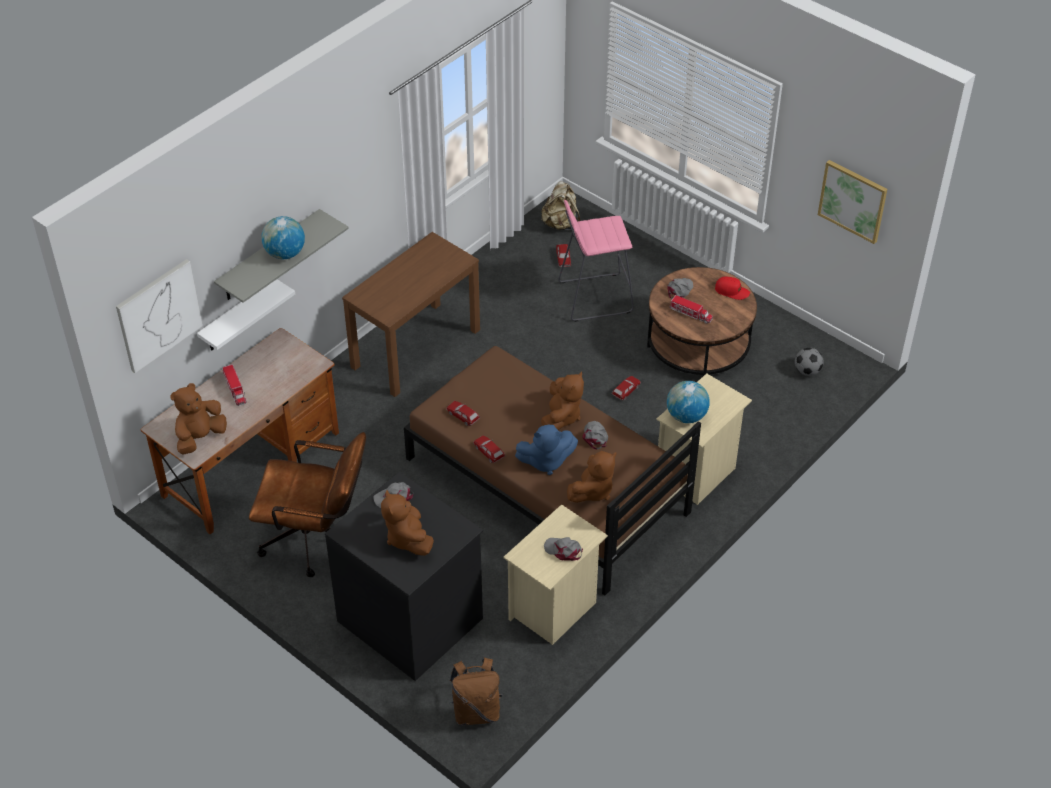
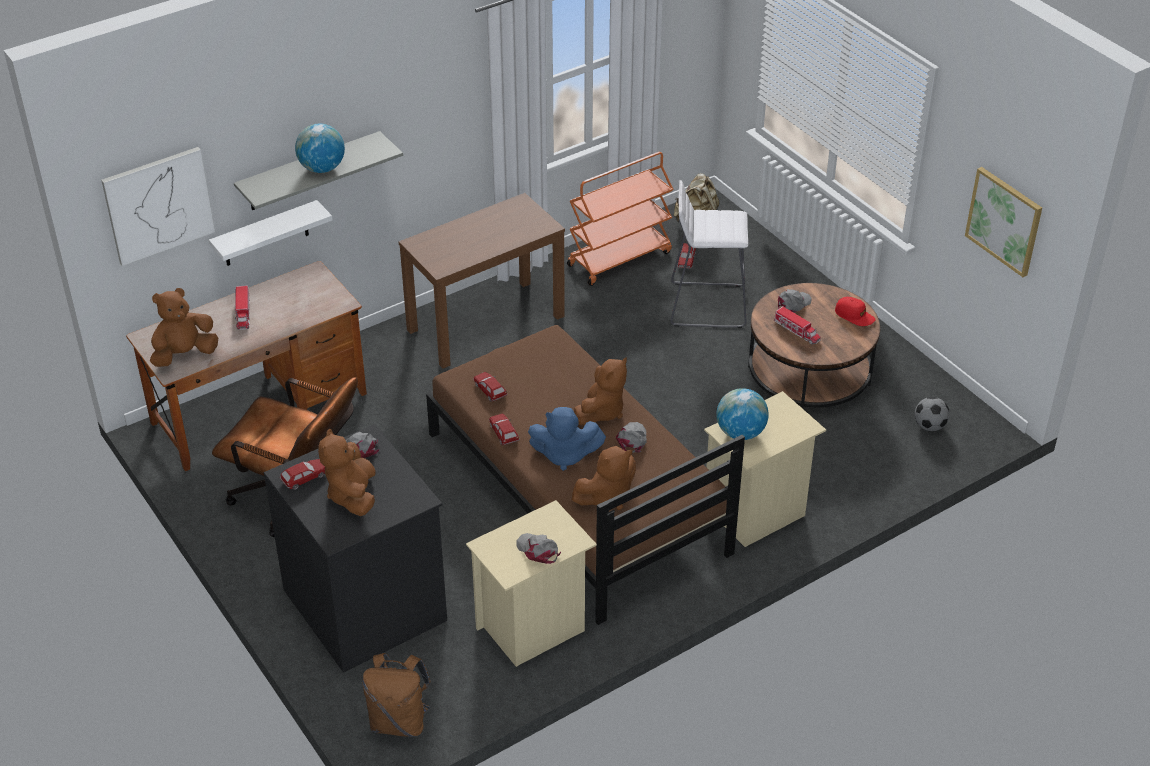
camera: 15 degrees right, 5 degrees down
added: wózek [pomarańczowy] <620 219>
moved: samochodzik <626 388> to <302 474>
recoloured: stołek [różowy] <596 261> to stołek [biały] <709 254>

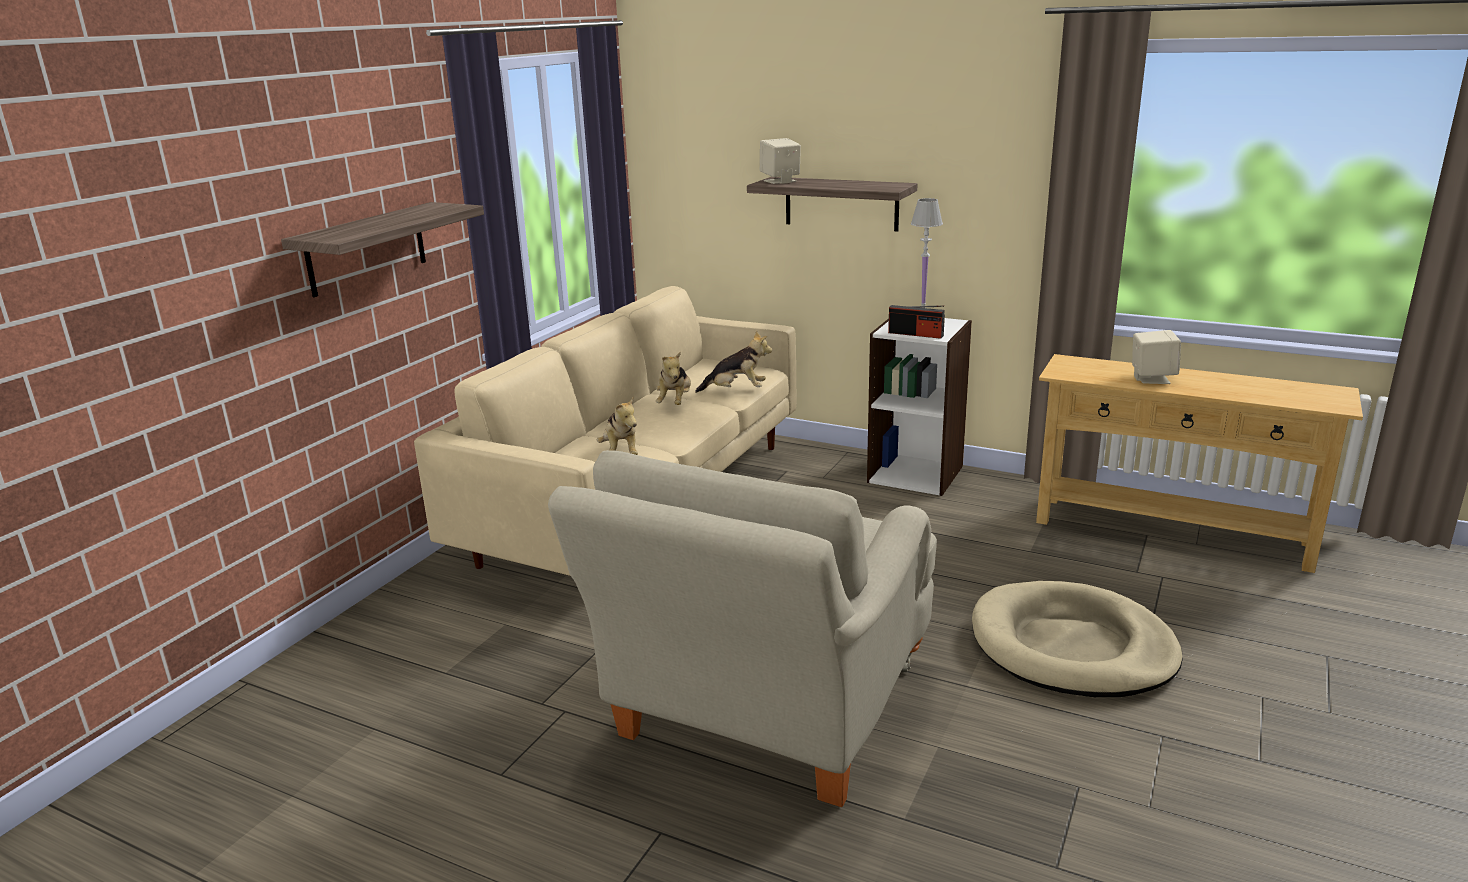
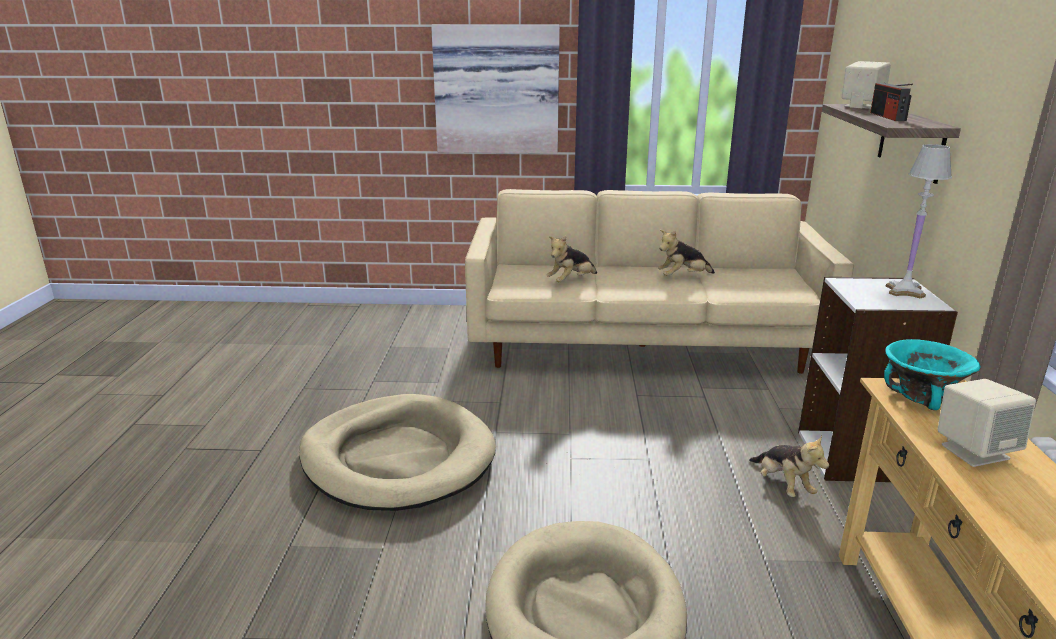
camera: 65 degrees right, 0 degrees up
added: miska [turkusowy] <932 374>
moved: pluszak <733 362> to <789 466>; radio <916 322> to <891 102>
replaced: fotel [beżowy] <742 628> to legowisko [beżowy] <397 452>; półka <382 249> to obraz <495 89>

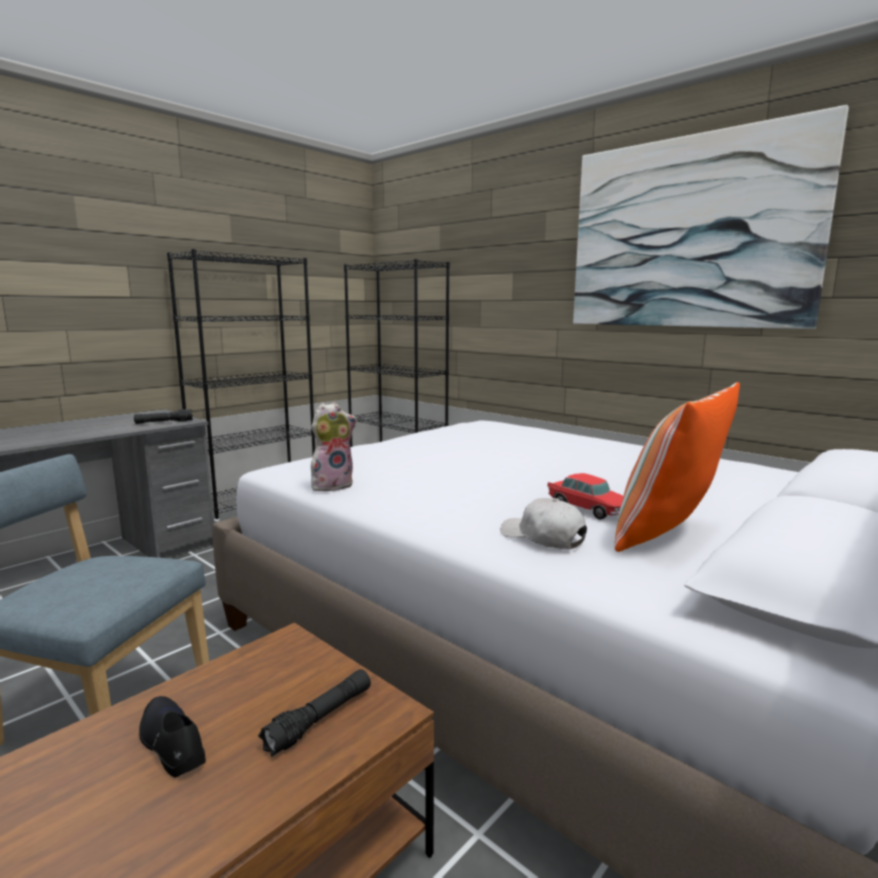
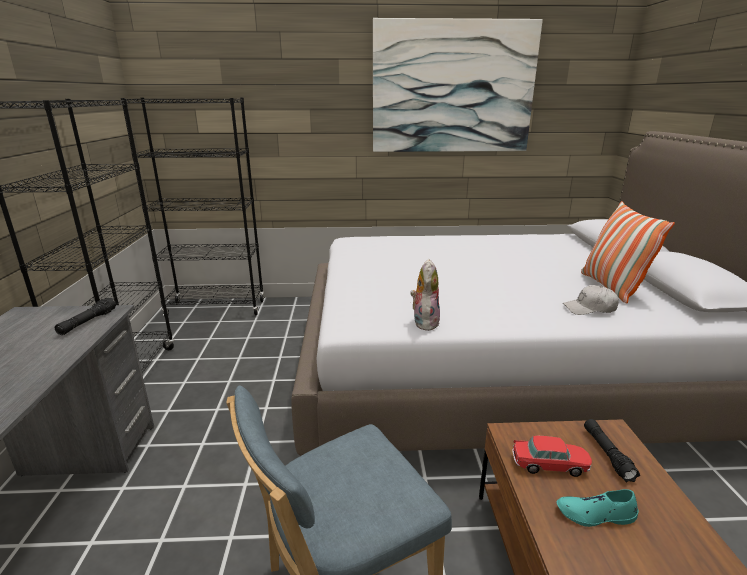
camera: 45 degrees left, 10 degrees up
moved: samochodzik <585 496> to <552 456>
recoloured: but [czarny] <172 737> to but [turkusowy] <598 508>

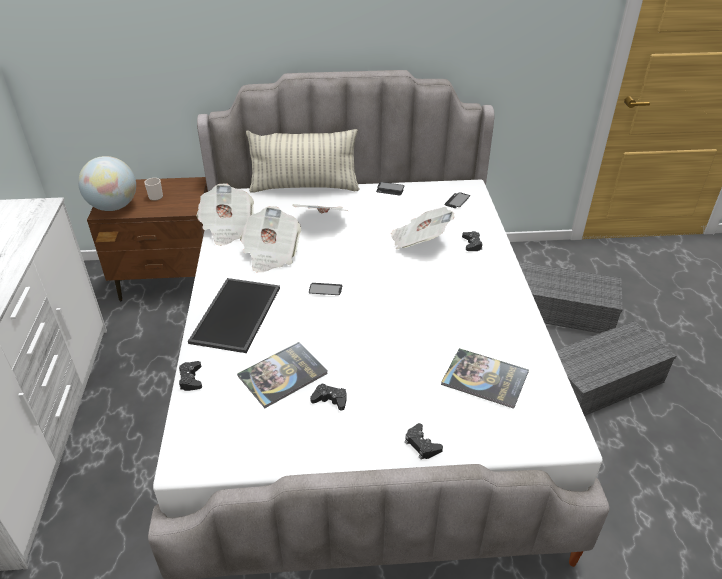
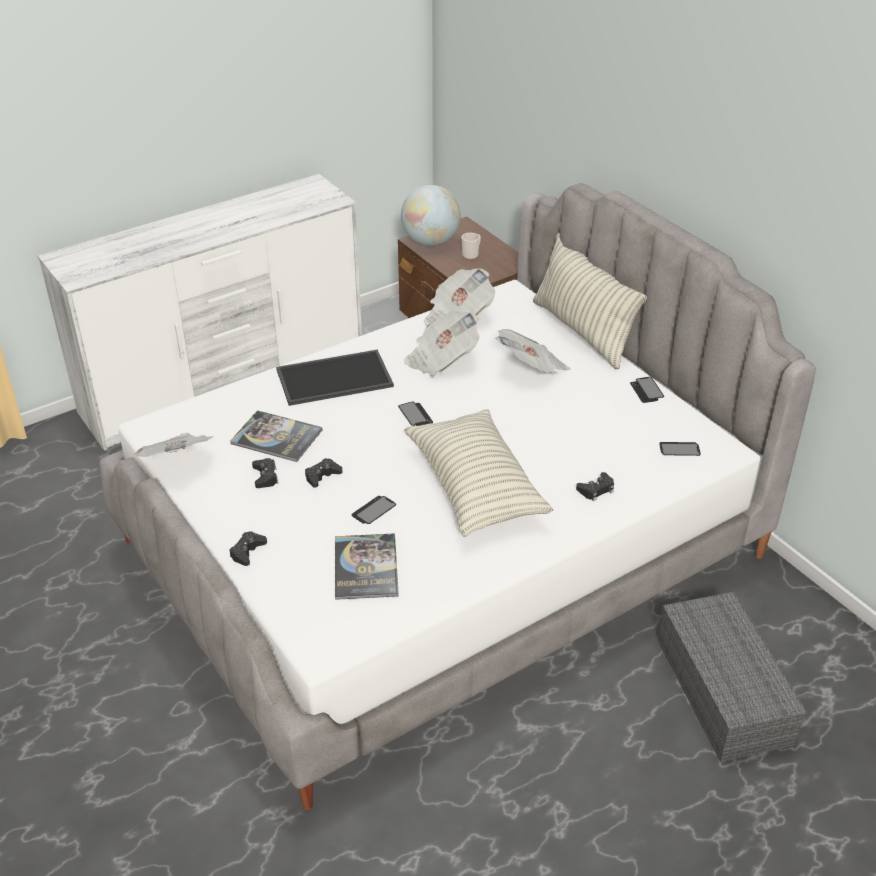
camera: 60 degrees right, 0 degrees up
removed: pojemnik do przechowywania [szary] <616 368>
added: telefon <373 510>; poduszka <478 473>
moved: gazeta <422 228> to <173 445>; pad do gier [czarny] <190 376> to <323 473>

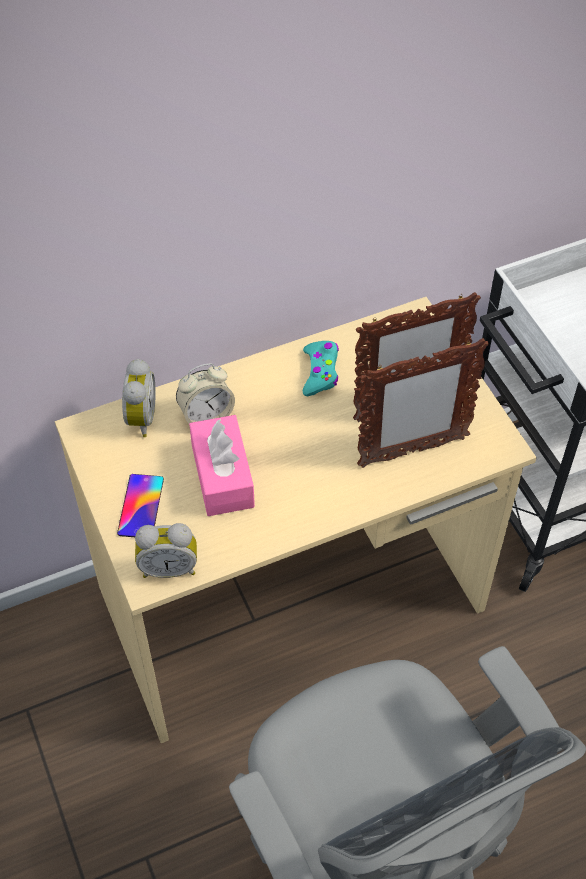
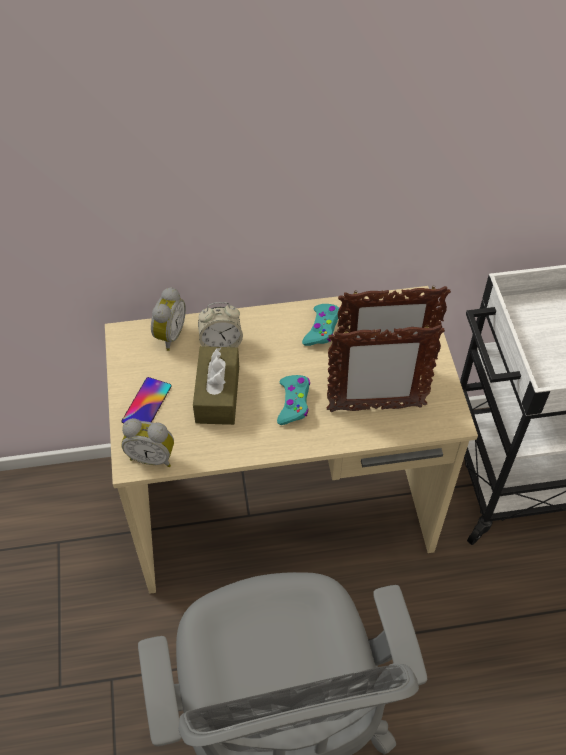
camera: 15 degrees right, 0 degrees up
added: pad do gier [turkusowy] <293 400>
recoloured: pudełko chusteczek [różowy] <222 465> to pudełko chusteczek [brązowy] <216 385>

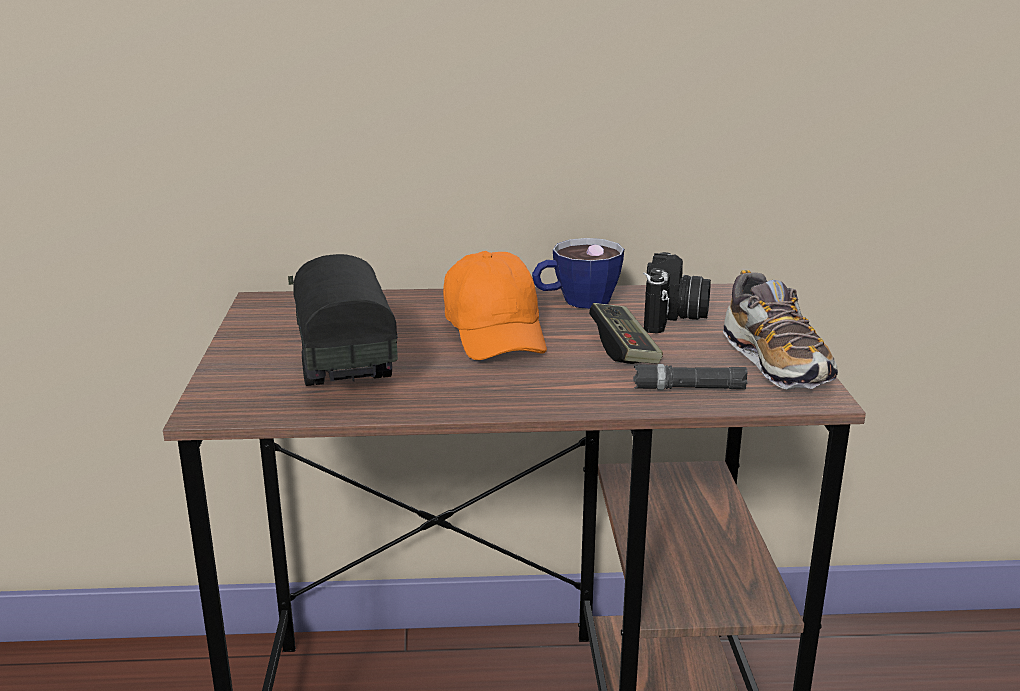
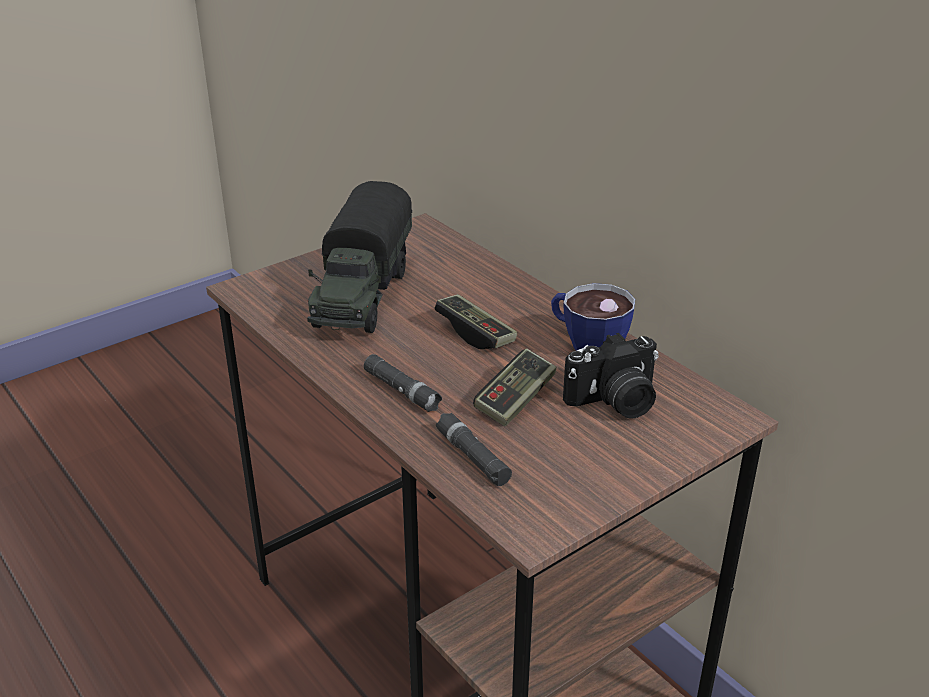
camera: 55 degrees right, 10 degrees up
removed: but <780 329>
added: latarka [czarny] <403 383>
replaced: czapka z daszkiem [pomarańczowy] <495 305> to pad do gier <476 321>
turned: ciężarówka zabawkowa <343 320> = <359 257> 150 degrees clockwise

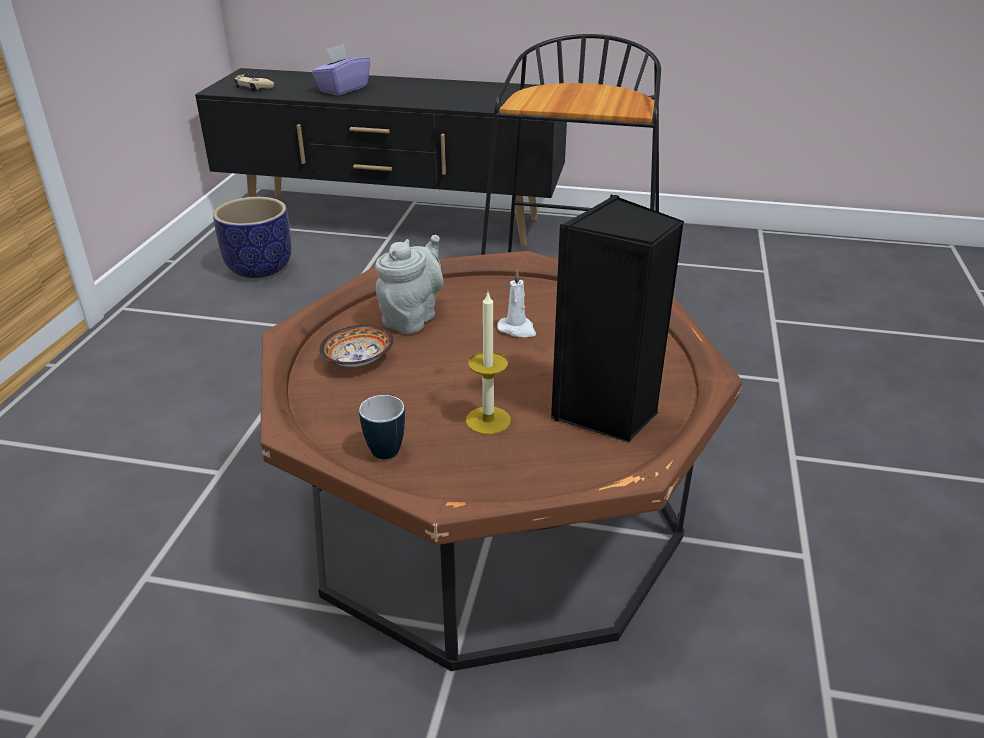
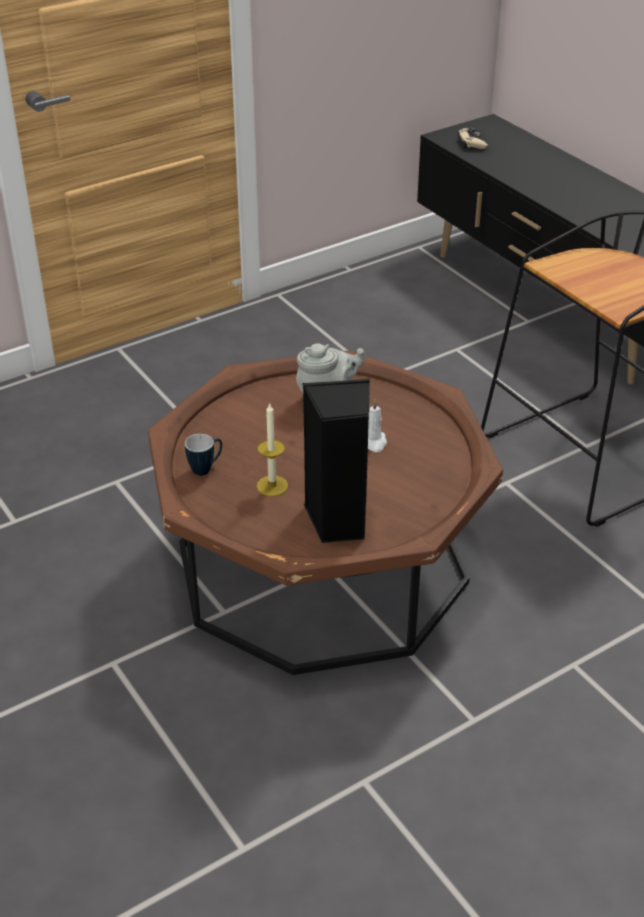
camera: 45 degrees right, 5 degrees up
removed: donica <252 237>; pudełko chusteczek [fioletowy] <341 70>; miska <356 346>

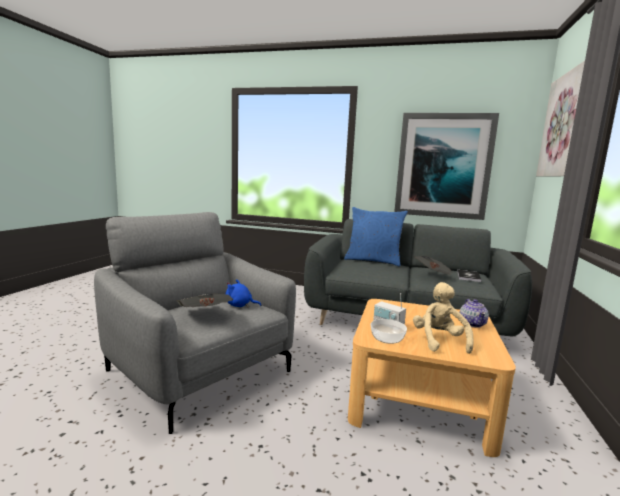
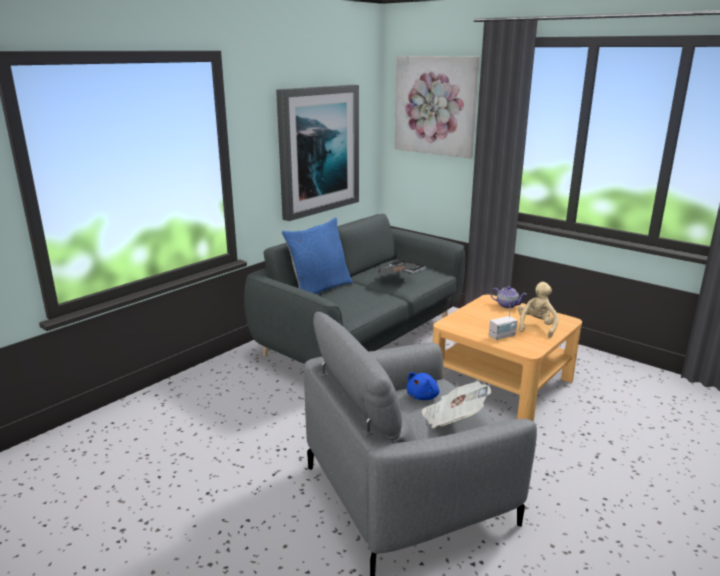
camera: 65 degrees left, 10 degrees up
removed: miska <389 331>
turned: pluszak [beżowy] <443 318> = <538 310> 90 degrees clockwise

